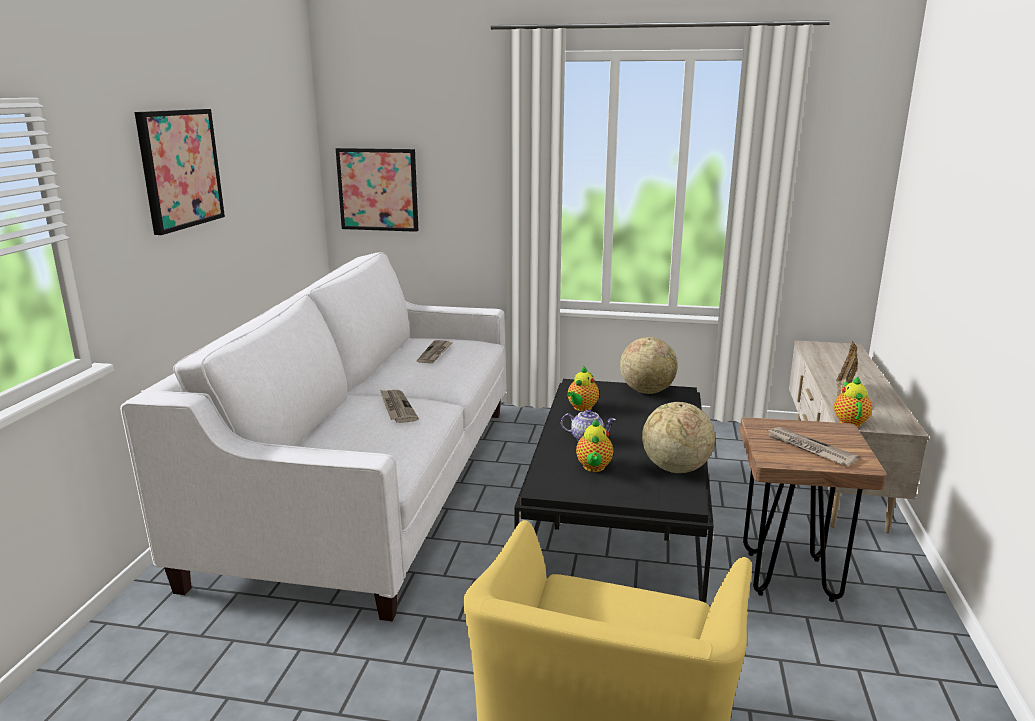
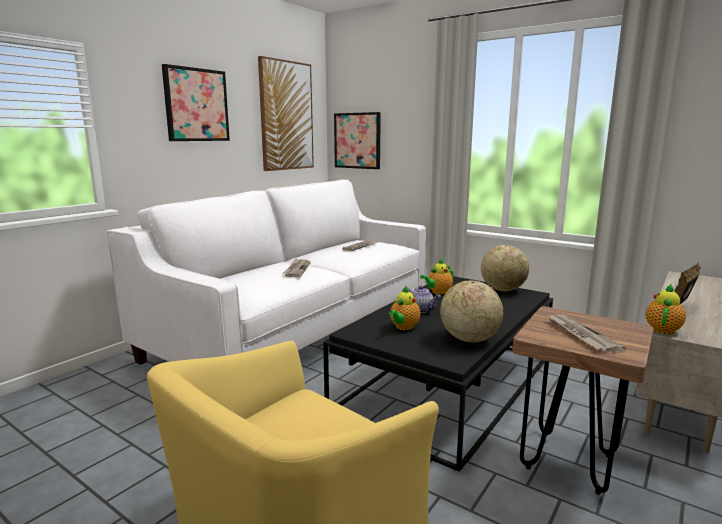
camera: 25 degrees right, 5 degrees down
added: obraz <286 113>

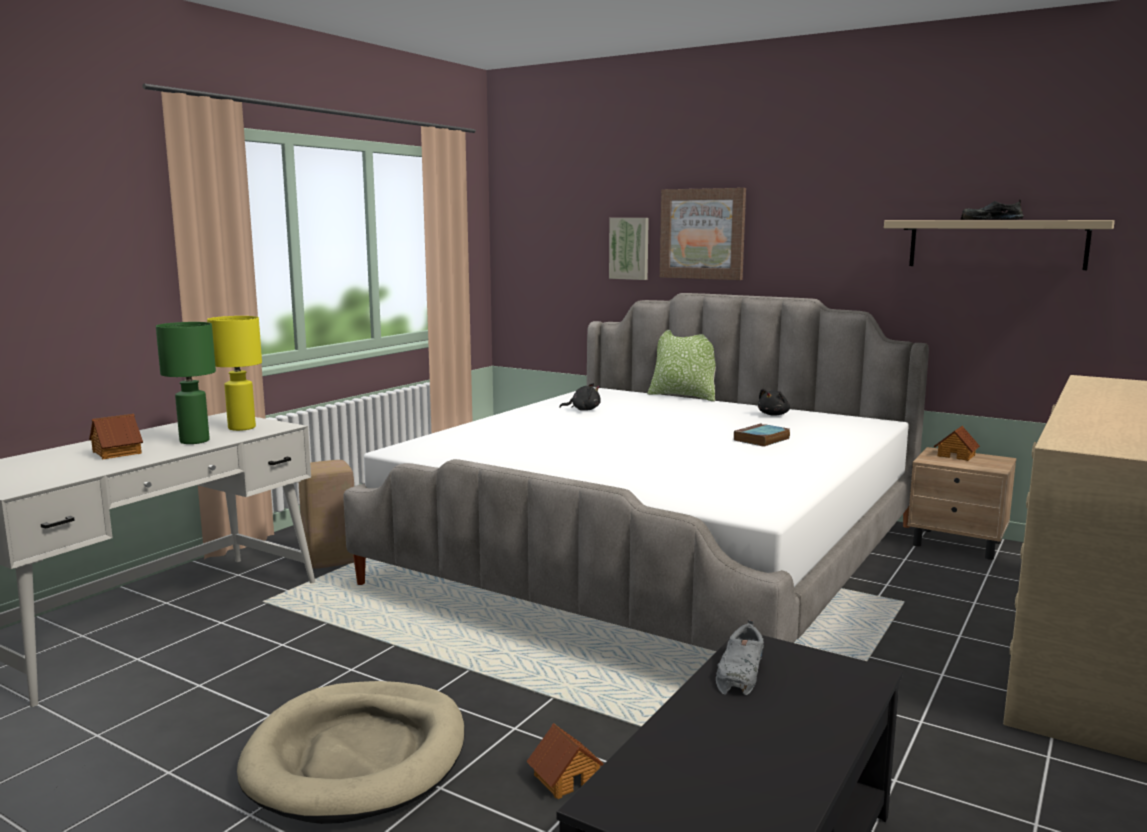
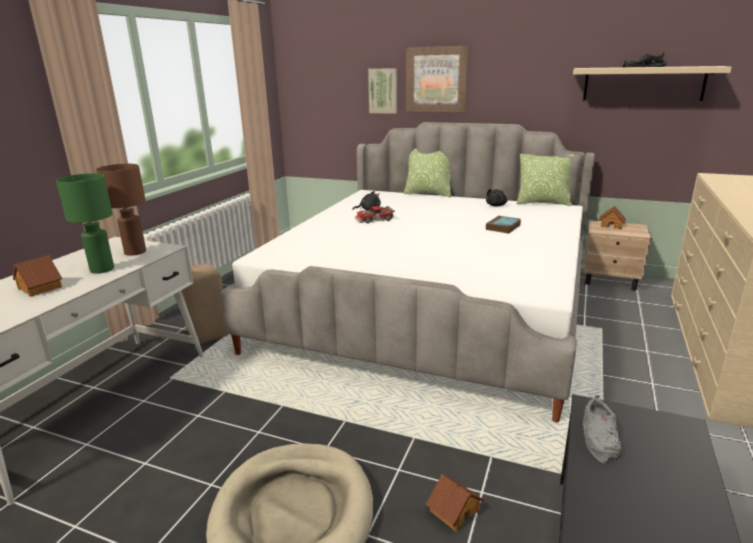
camera: 10 degrees left, 10 degrees up
added: samochodzik <375 214>; poduszka <545 180>
recoloured: lampa stołowa [żółty] <234 373> to lampa stołowa [brązowy] <121 210>

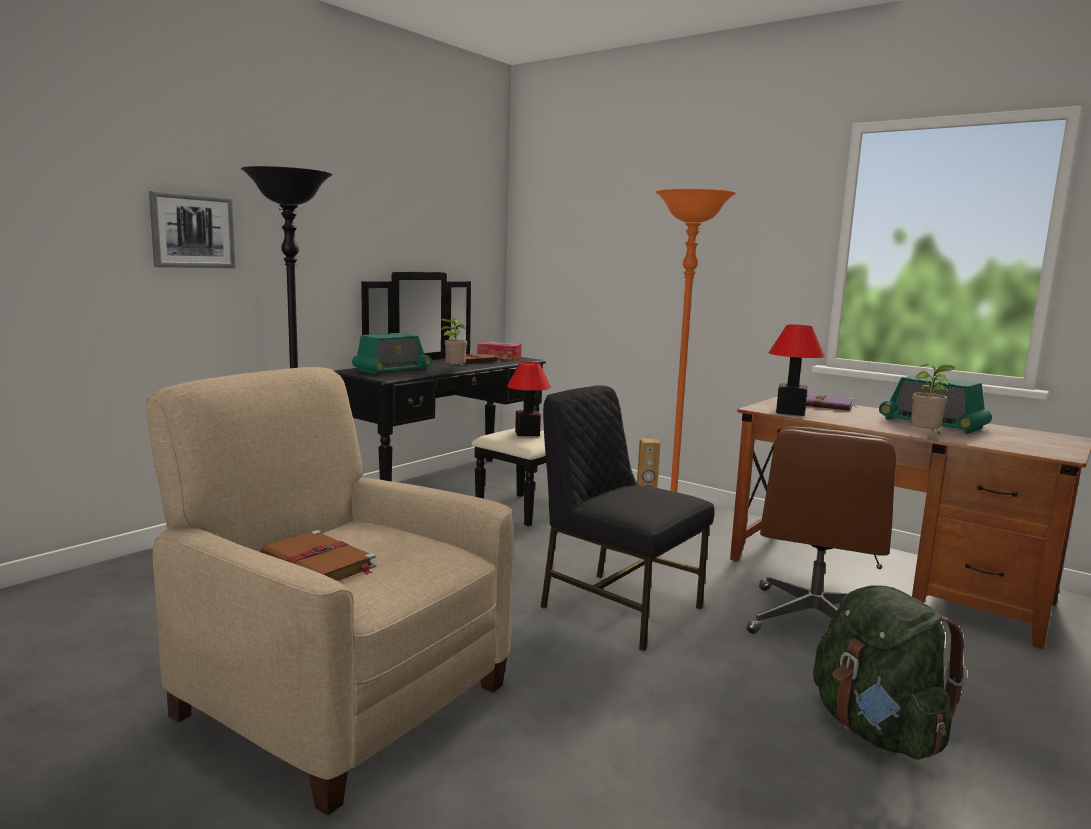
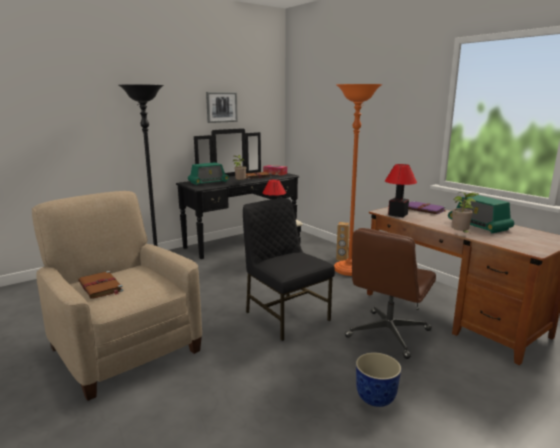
camera: 15 degrees right, 5 degrees up
moved: obraz <192 229> to <222 107>
replaced: plecak [zielony] <890 672> to donica <378 380>

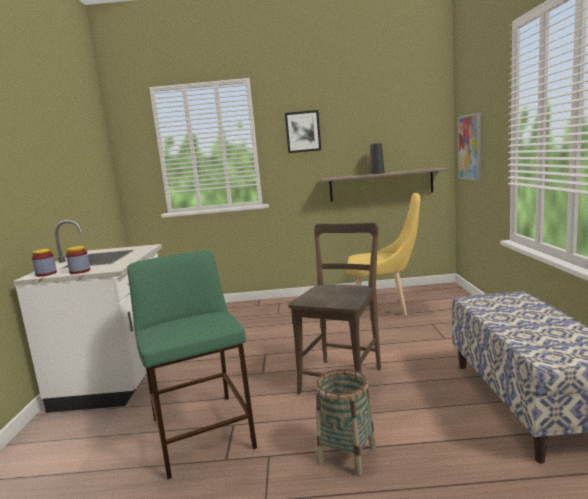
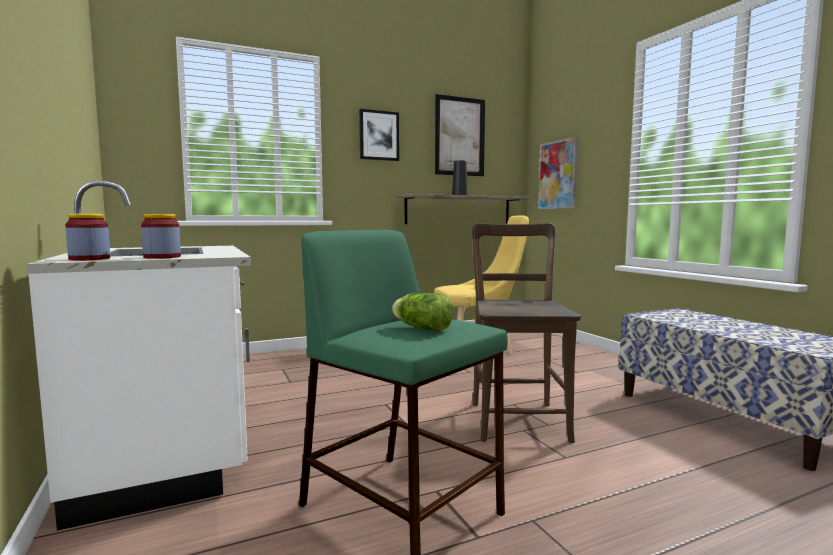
camera: 25 degrees left, 5 degrees down
removed: koszyk <346 422>
added: sałata <422 312>; obraz <460 135>

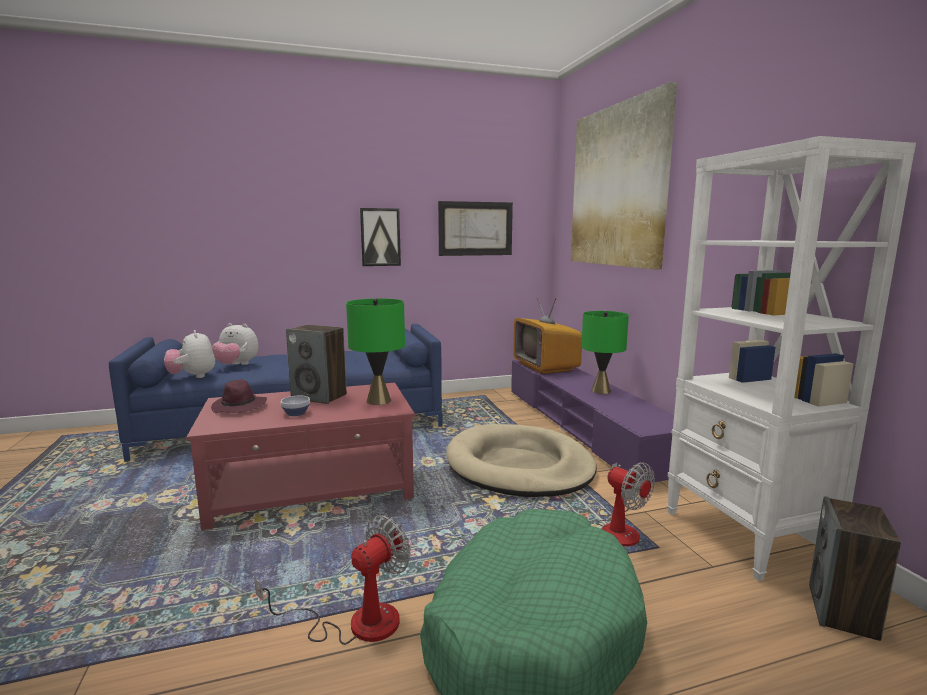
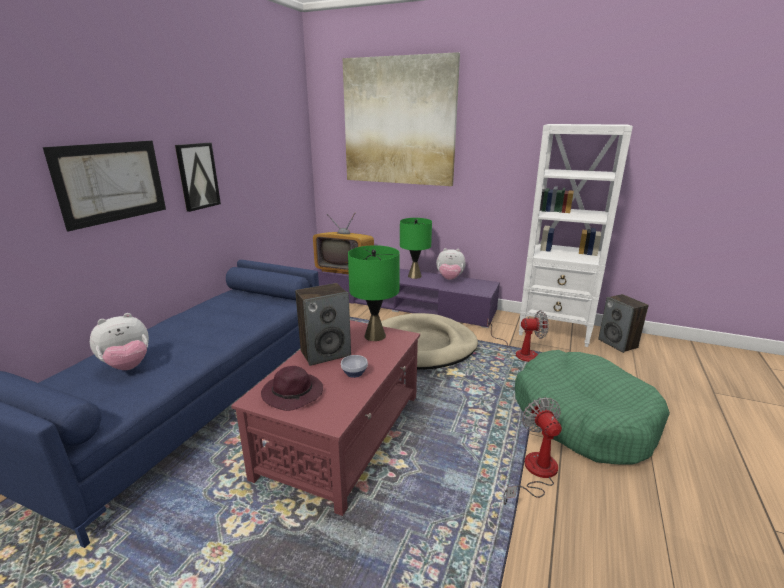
camera: 50 degrees left, 10 degrees up
moved: obraz <475 228> to <104 186>; pluszak <189 354> to <451 264>

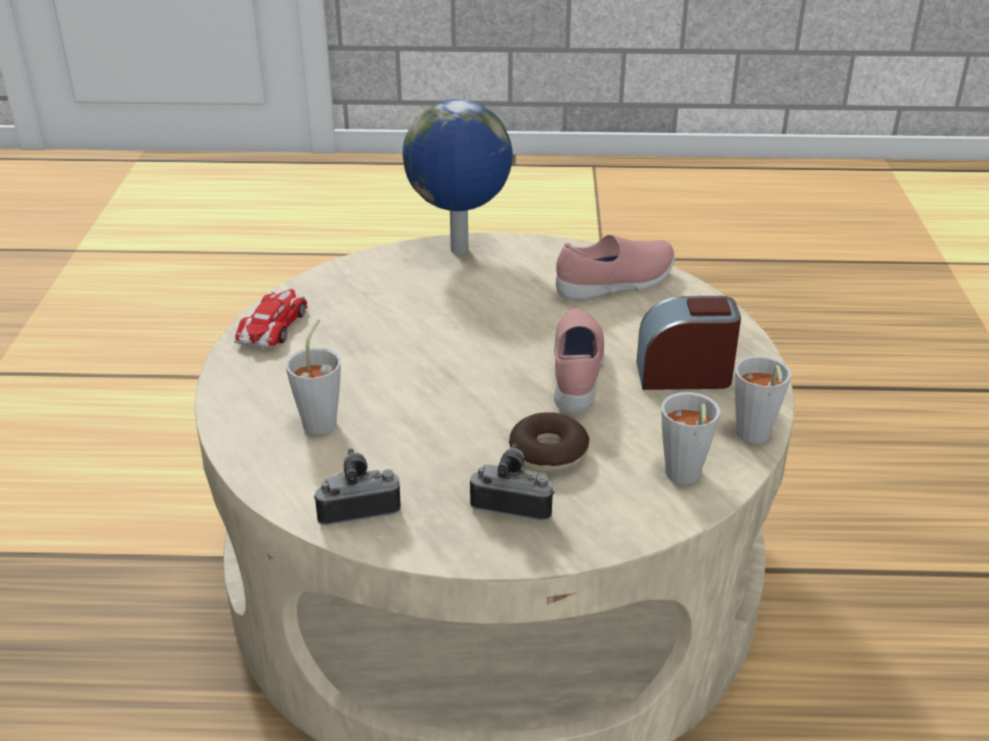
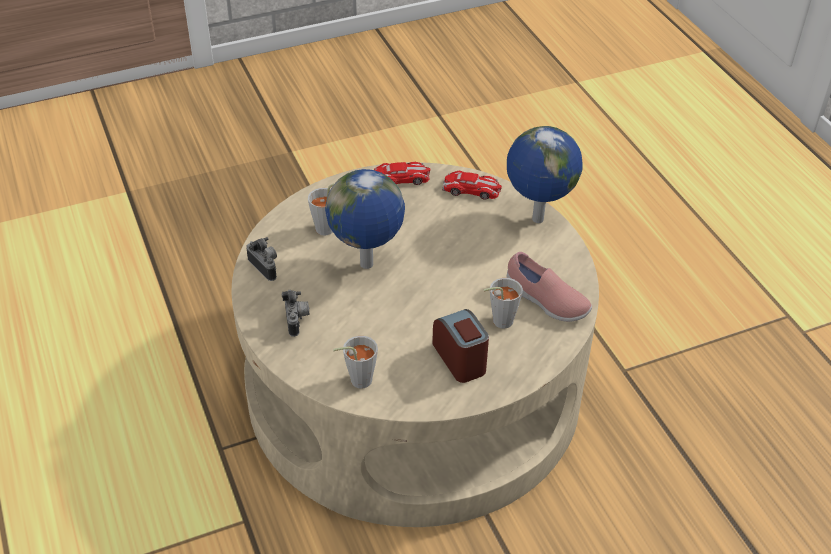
camera: 65 degrees right, 10 degrees up
removed: donut <549 442>; but [różowy] <579 361>
added: globus <365 219>; samochodzik <472 185>
moved: filiżanka [szary] <762 399> to <503 303>

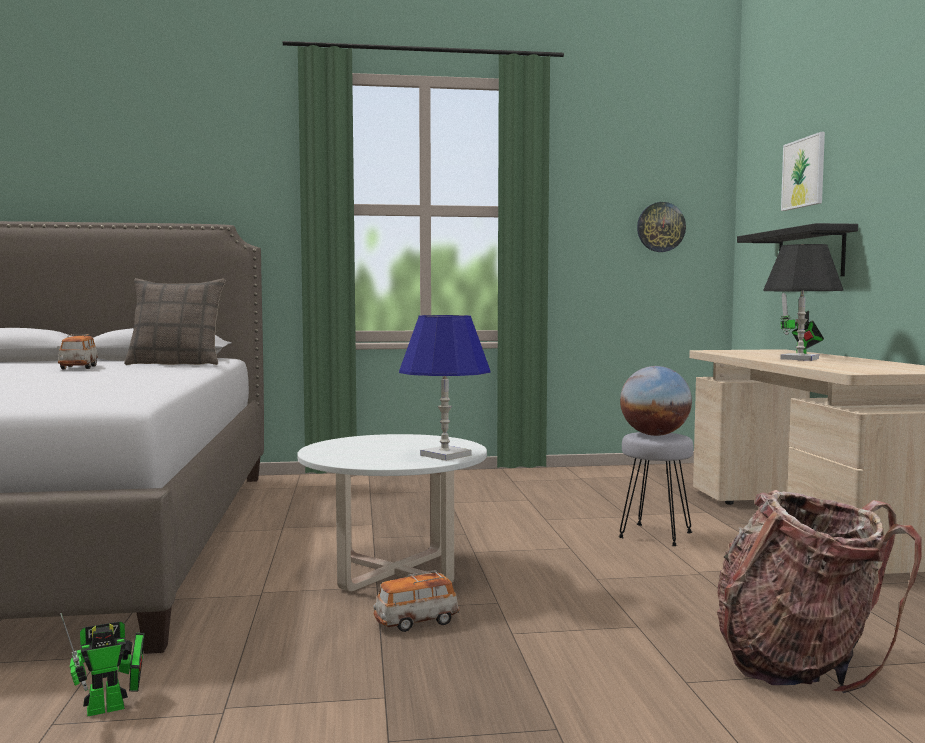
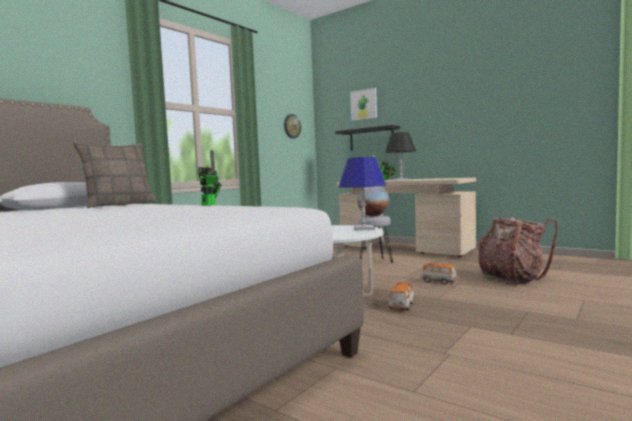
camera: 45 degrees left, 0 degrees up
moved: robot zabawkowy <102 665> to <210 177>; samochodzik <77 351> to <439 273>

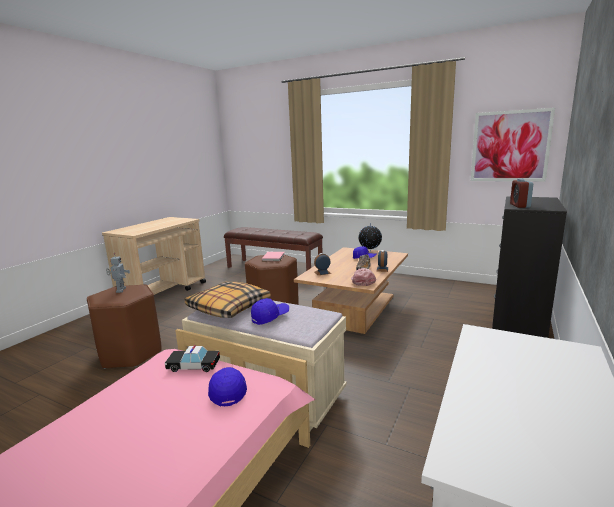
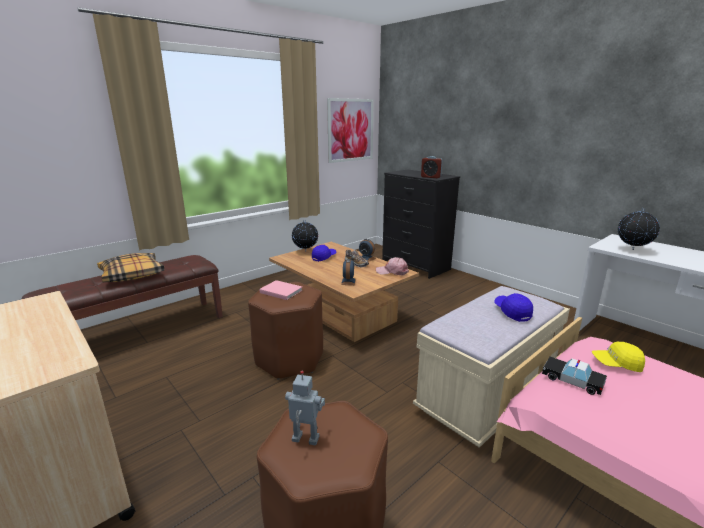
camera: 70 degrees left, 5 degrees up
added: globus <639 228>
moved: poduszka <228 299> to <131 267>
recoloured: czapka z daszkiem [niebieski] <227 386> to czapka z daszkiem [żółty] <618 357>
turned: samochodzik <192 358> = <574 376> 105 degrees clockwise

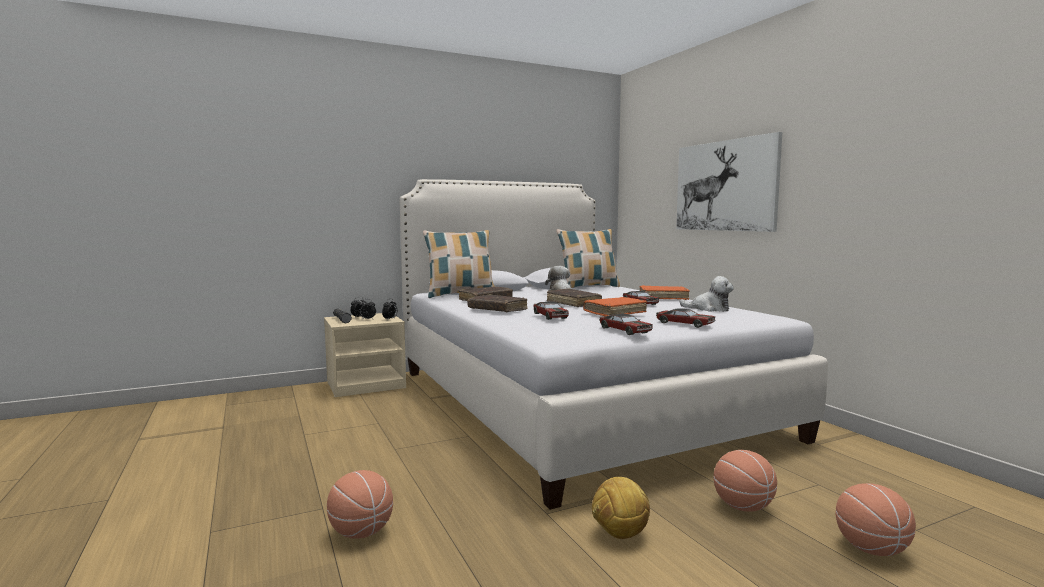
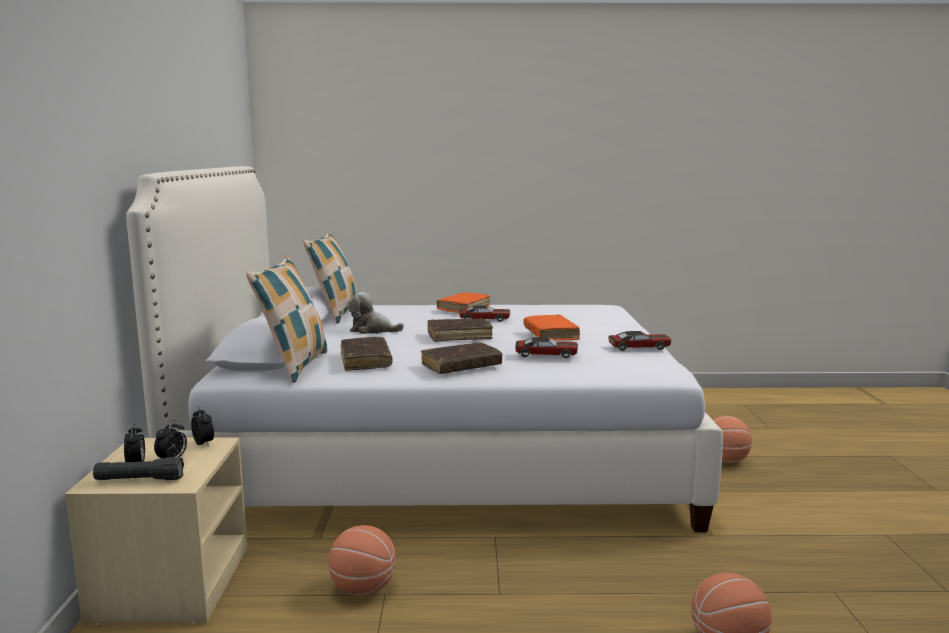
camera: 65 degrees left, 5 degrees up
removed: piłka futbolowa <621 508>; samochodzik <685 318>; obraz <729 182>; pluszak <706 294>
moved: piłka do koszykówki <876 519> to <362 560>

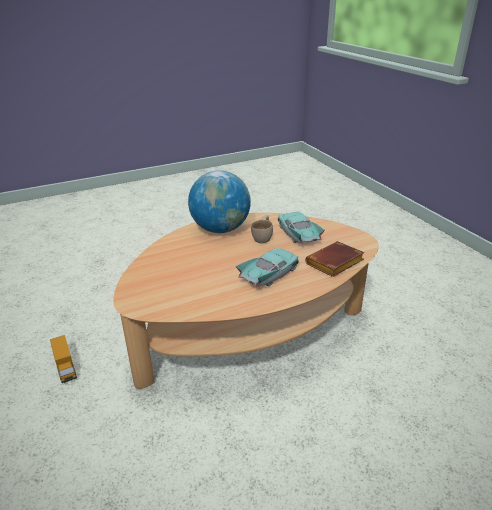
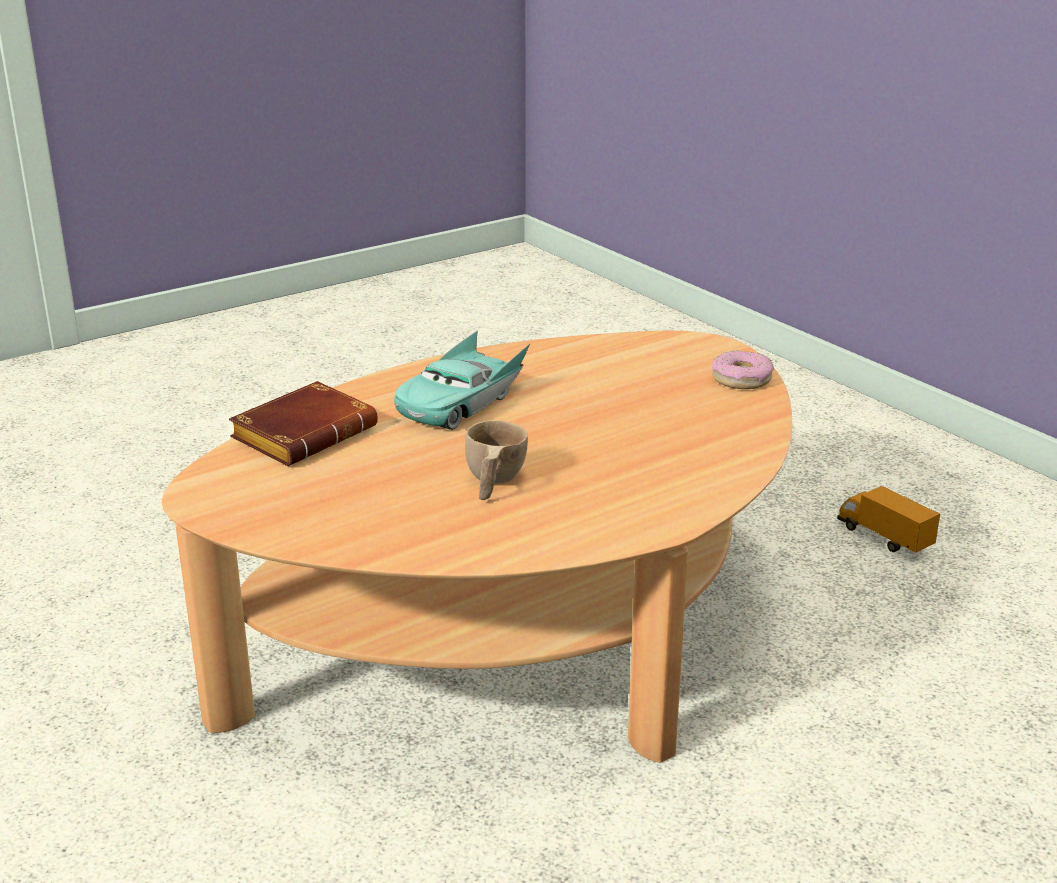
camera: 170 degrees right, 5 degrees down
removed: globus <219 201>; samochodzik [turkusowy] <301 227>
added: donut <743 369>

